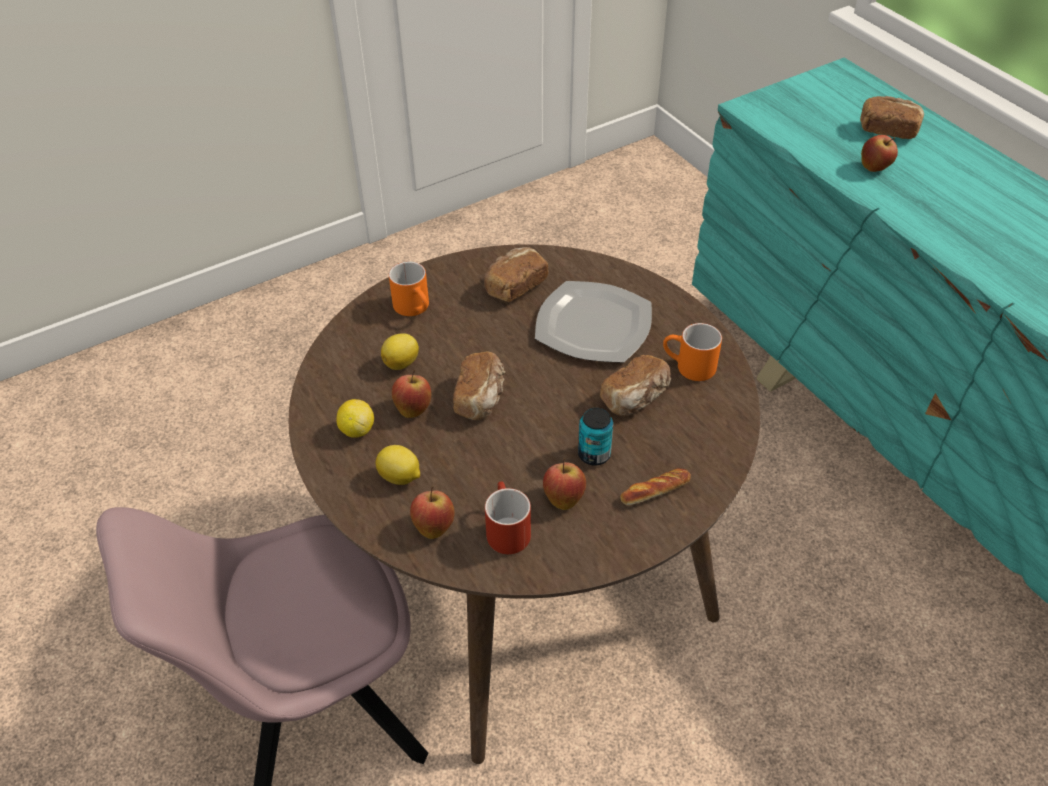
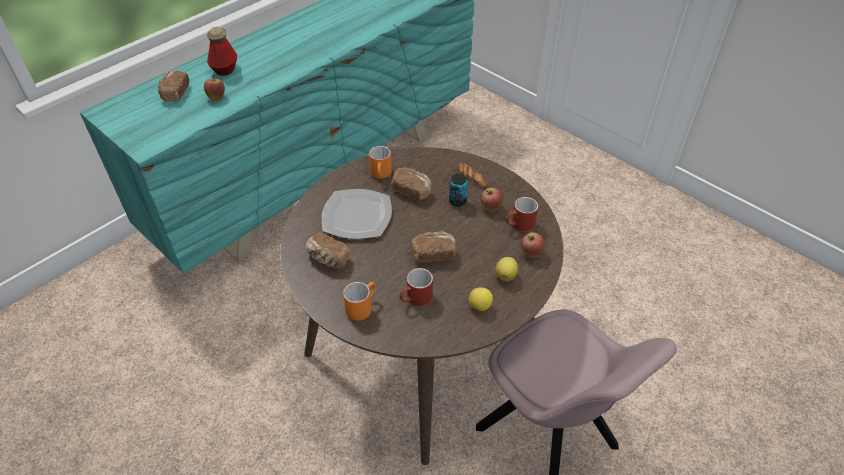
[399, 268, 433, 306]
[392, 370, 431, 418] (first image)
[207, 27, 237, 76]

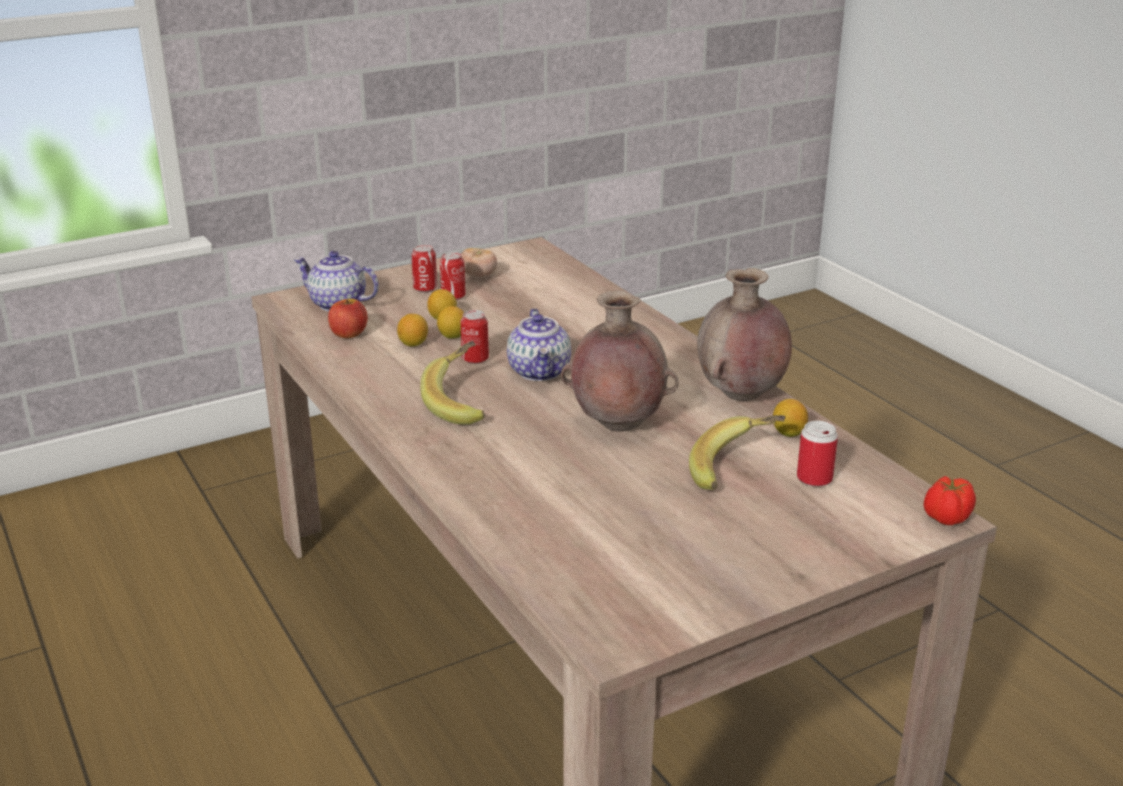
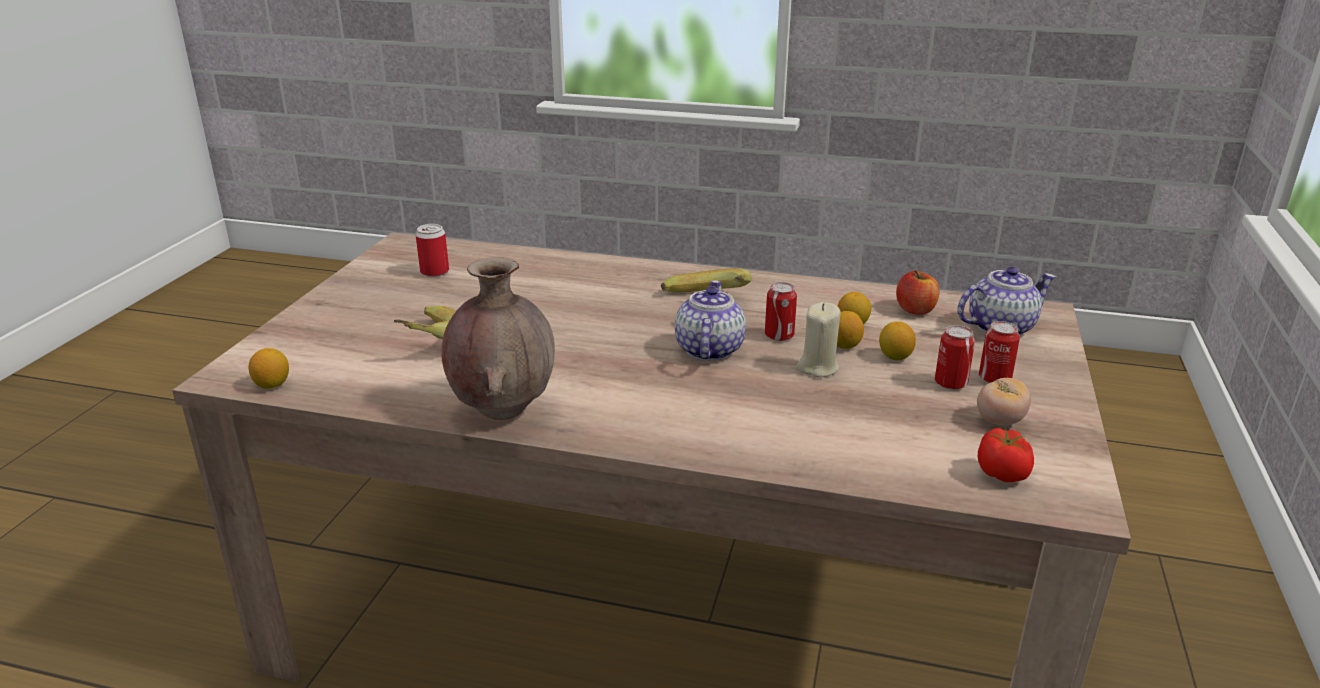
[561, 290, 678, 431] (first image)
[675, 280, 746, 361]
[249, 348, 289, 389]
[415, 224, 449, 277]
[978, 428, 1034, 482]
[797, 302, 841, 377]

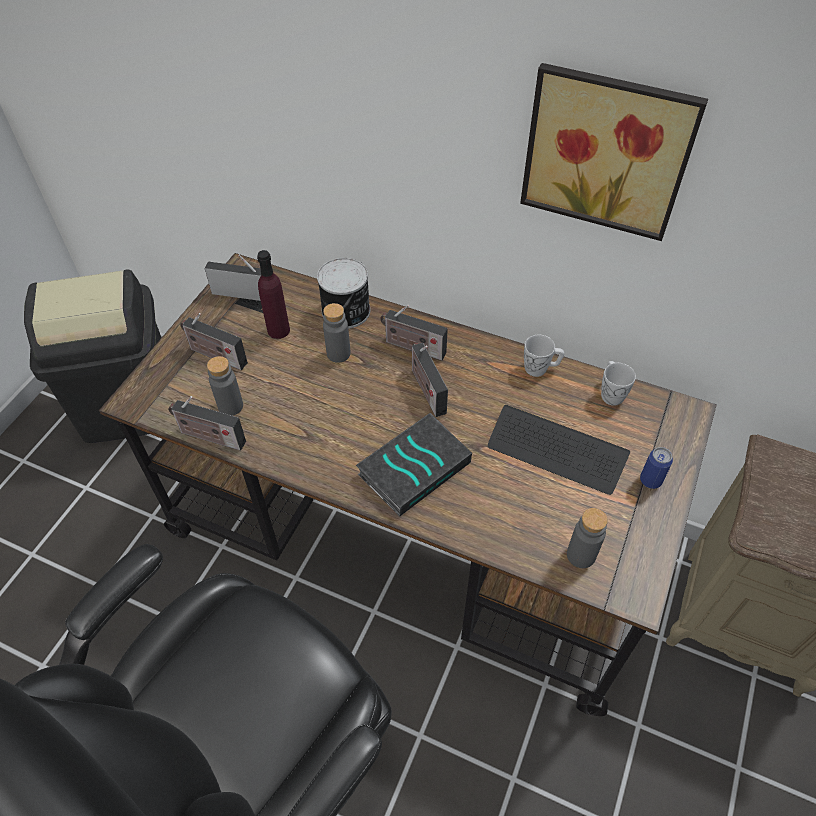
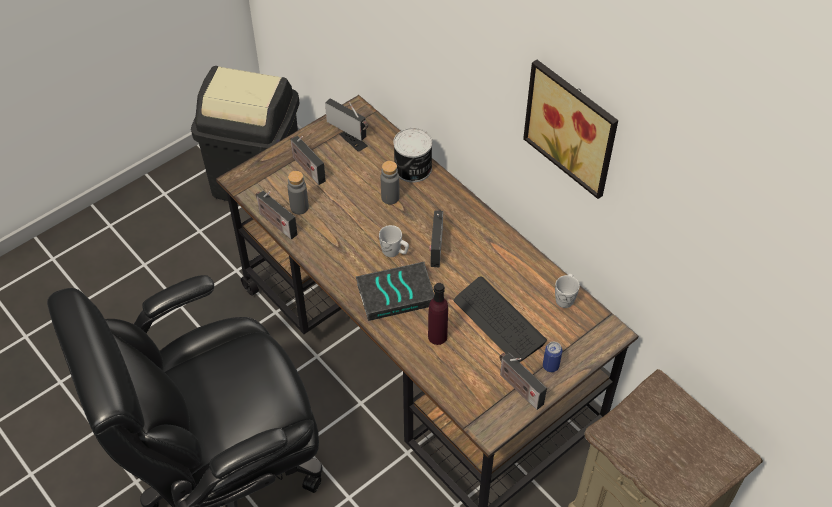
[428, 283, 448, 345]
[499, 353, 547, 410]
[379, 225, 409, 257]
[567, 508, 608, 568] (first image)

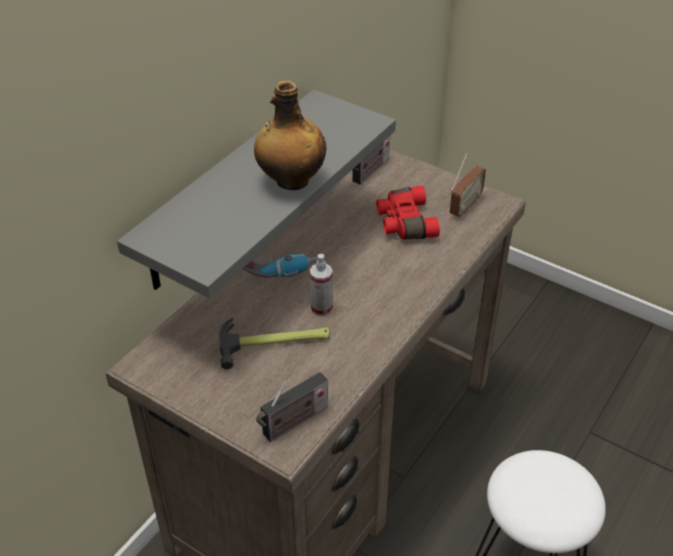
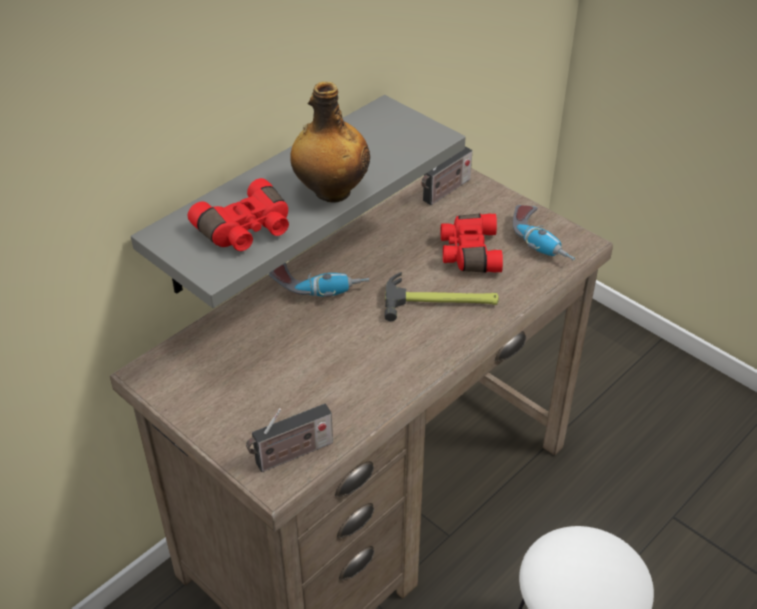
[513, 205, 575, 261]
[310, 254, 333, 316] (first image)
[384, 272, 499, 321]
[188, 178, 289, 251]

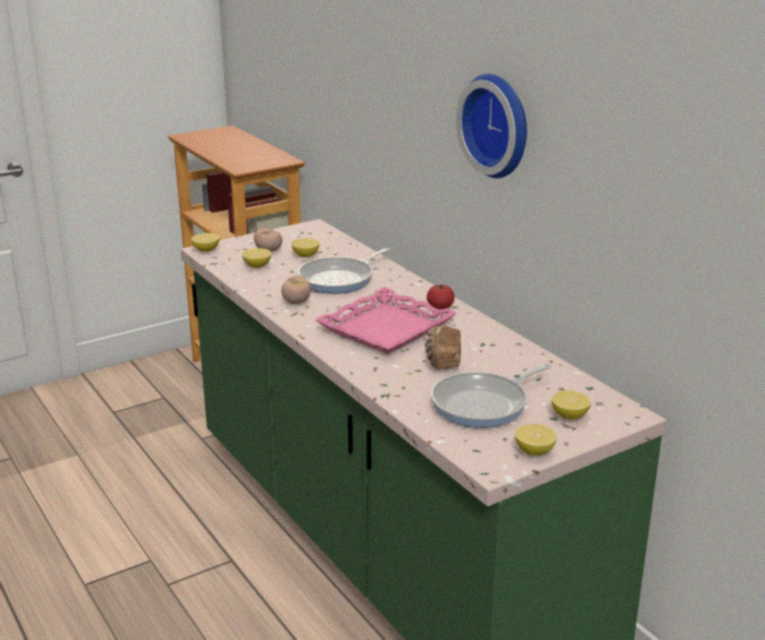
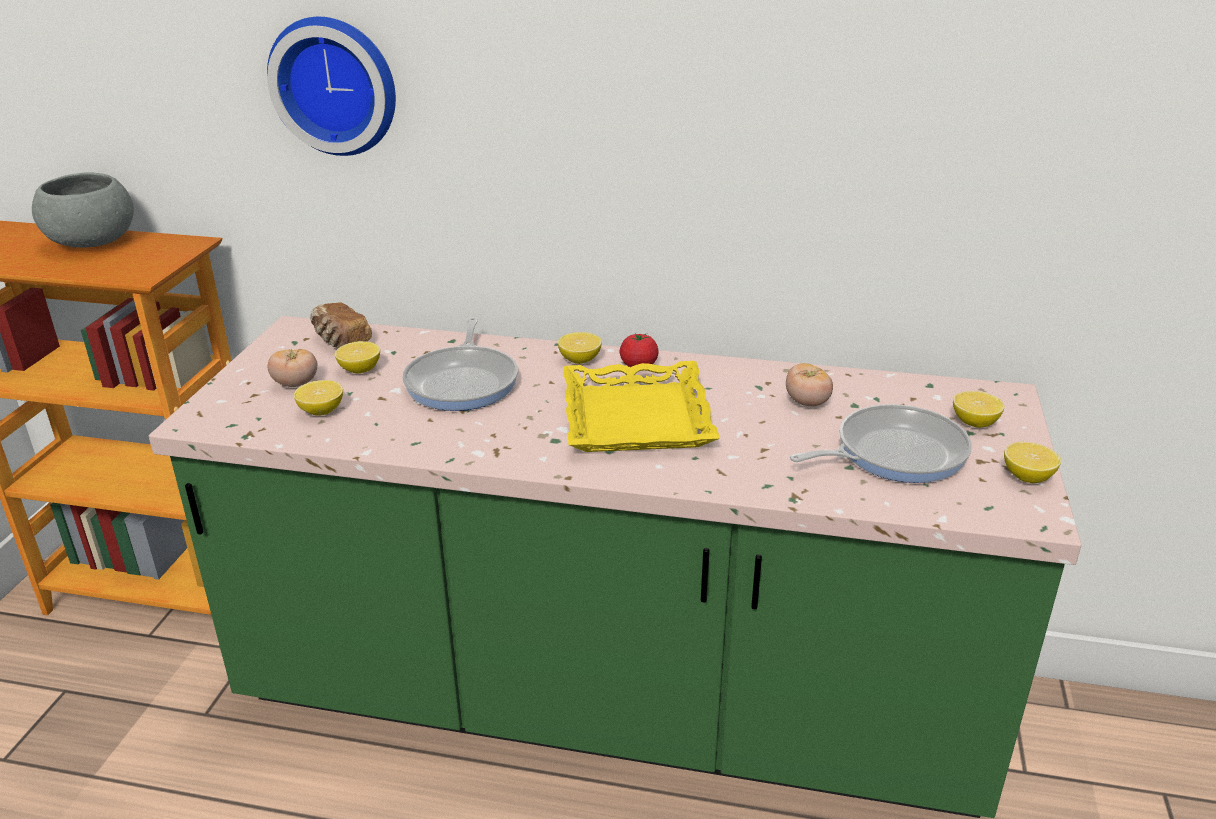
[267, 17, 396, 156]
[558, 332, 602, 364]
[786, 363, 833, 406]
[563, 361, 720, 452]
[310, 303, 372, 348]
[790, 404, 972, 483]
[32, 173, 134, 248]

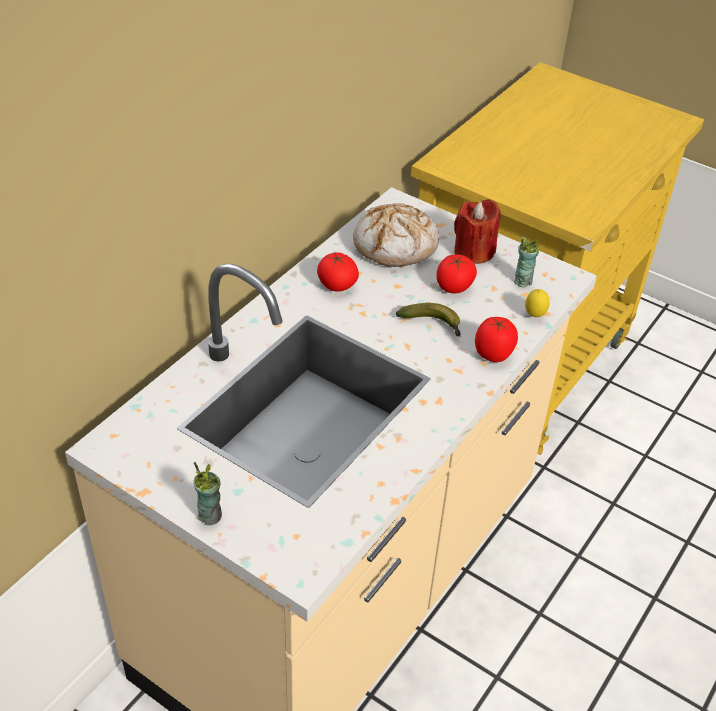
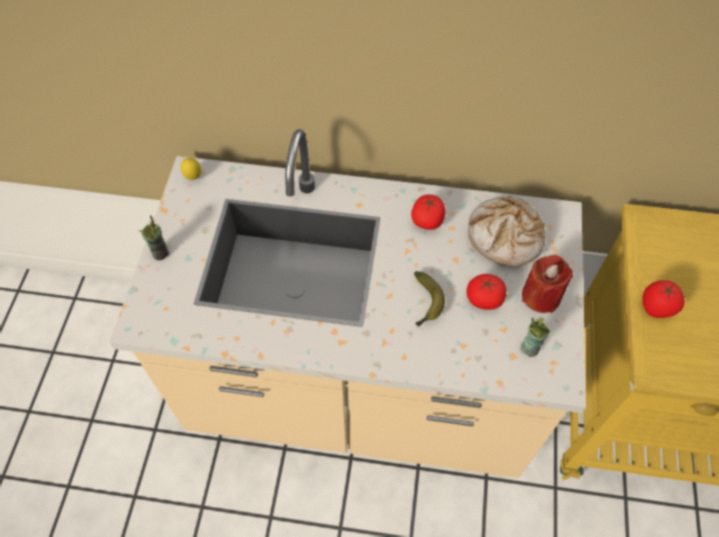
[181, 157, 201, 180]
[643, 280, 685, 318]

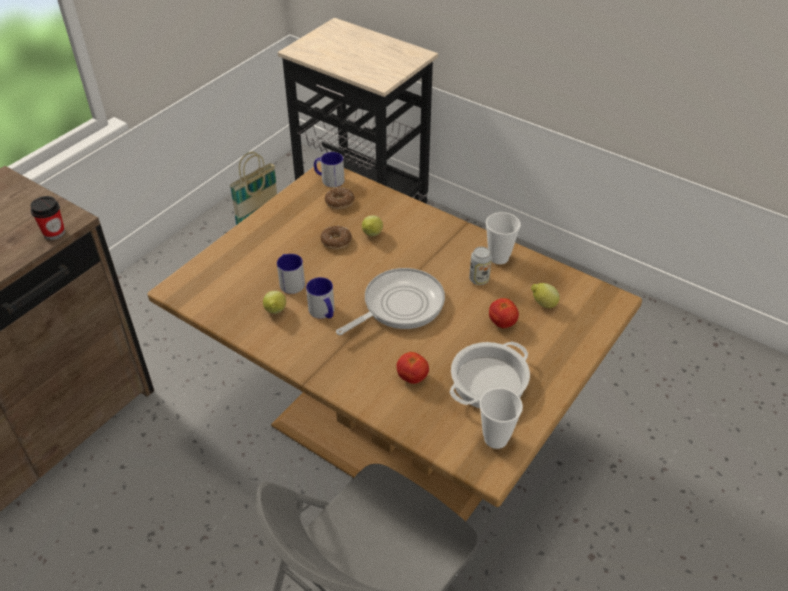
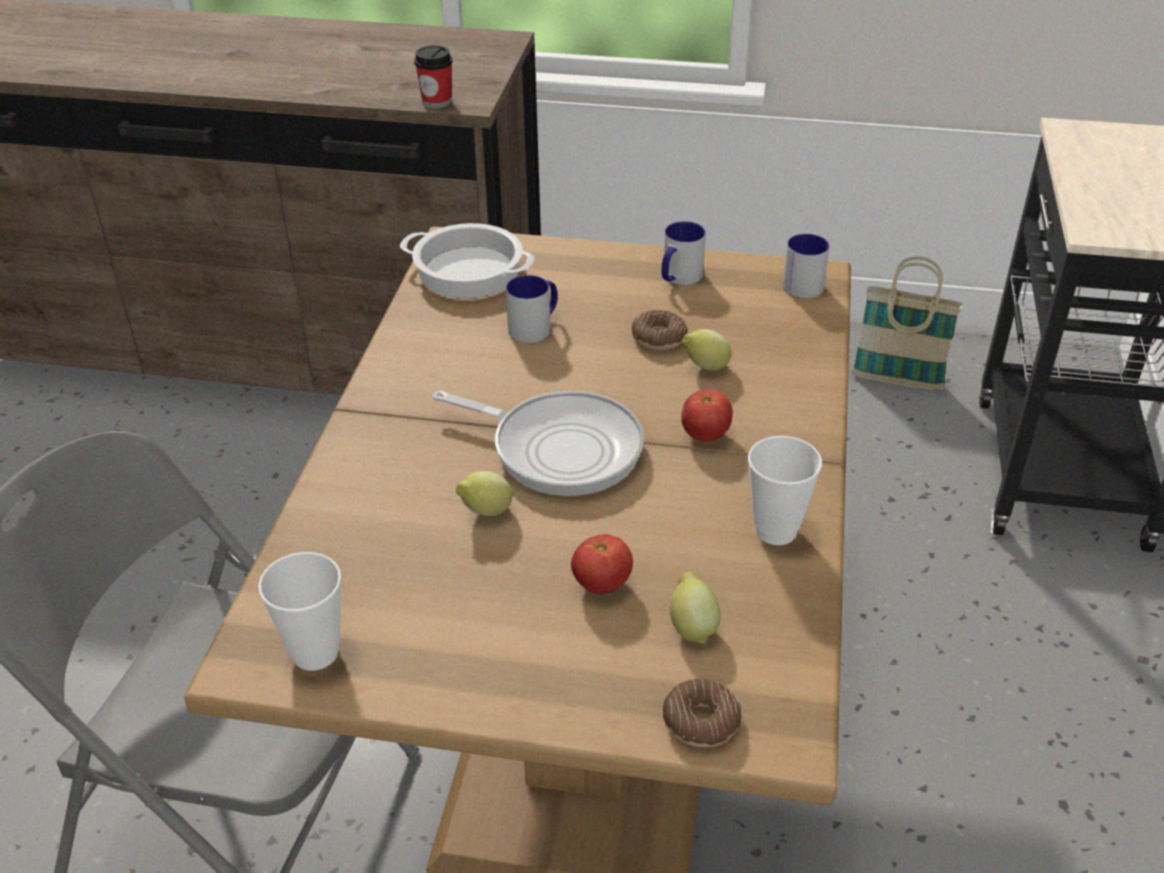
[663, 679, 741, 748]
[469, 247, 492, 285] (first image)
[662, 221, 706, 285]
[456, 471, 512, 516]
[400, 223, 535, 298]
[681, 389, 733, 442]

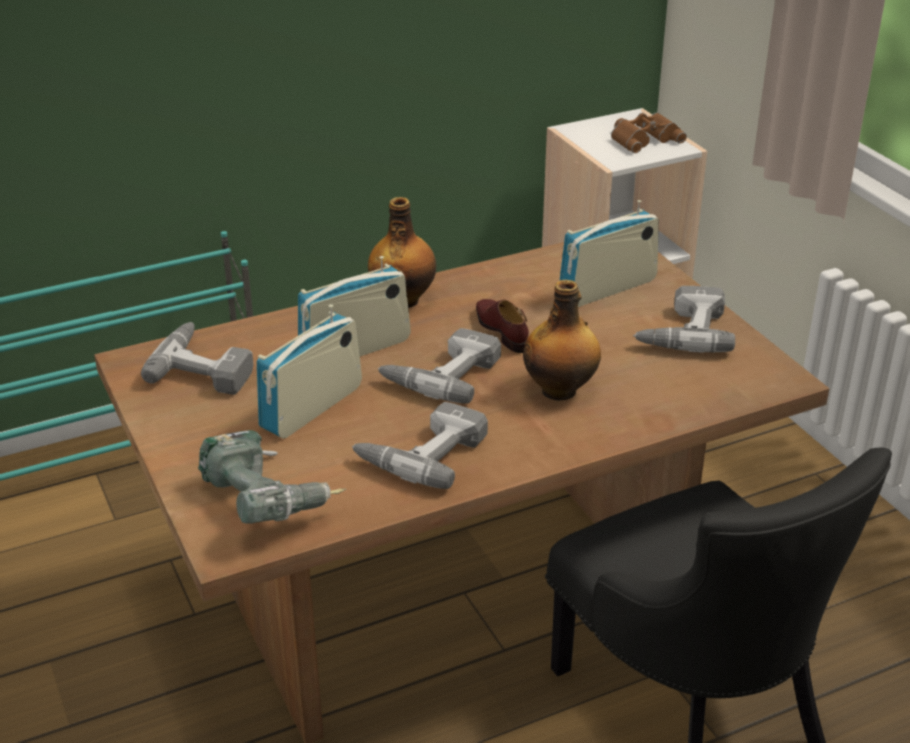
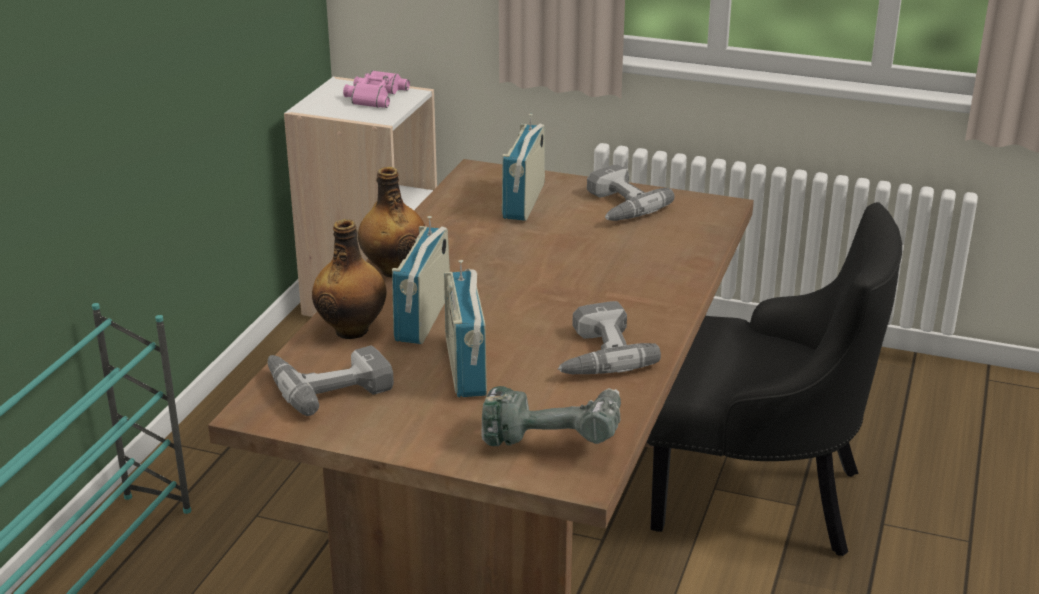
[343, 71, 410, 108]
[312, 219, 387, 339]
[476, 299, 529, 353] (first image)
[378, 328, 501, 404] (first image)

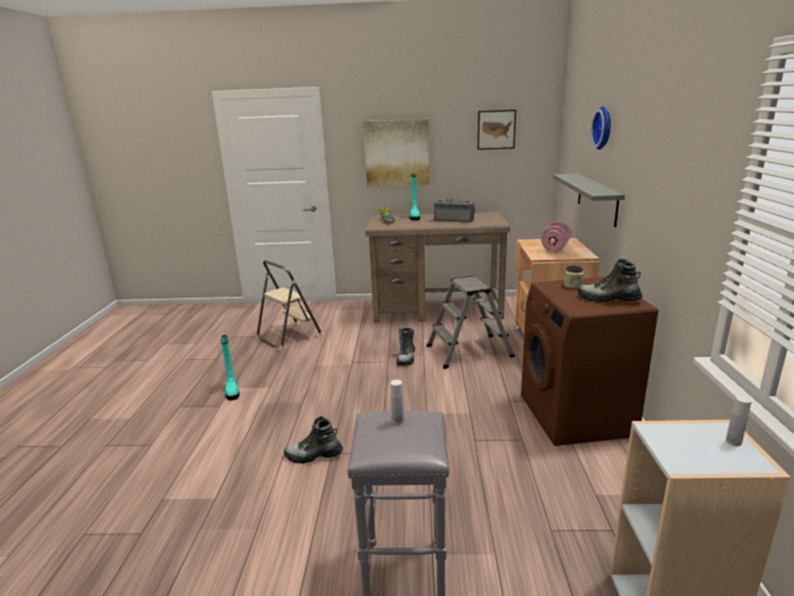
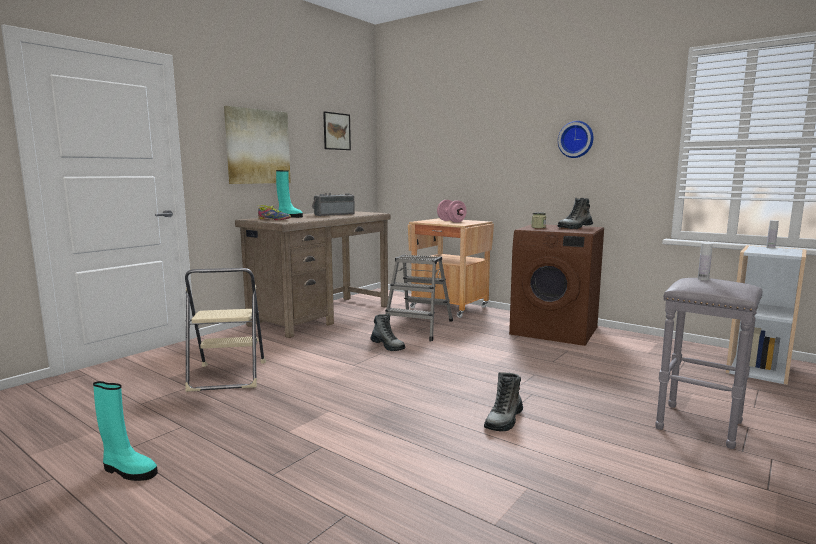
[558, 121, 594, 158]
[553, 173, 625, 227] (first image)
[93, 381, 158, 481]

